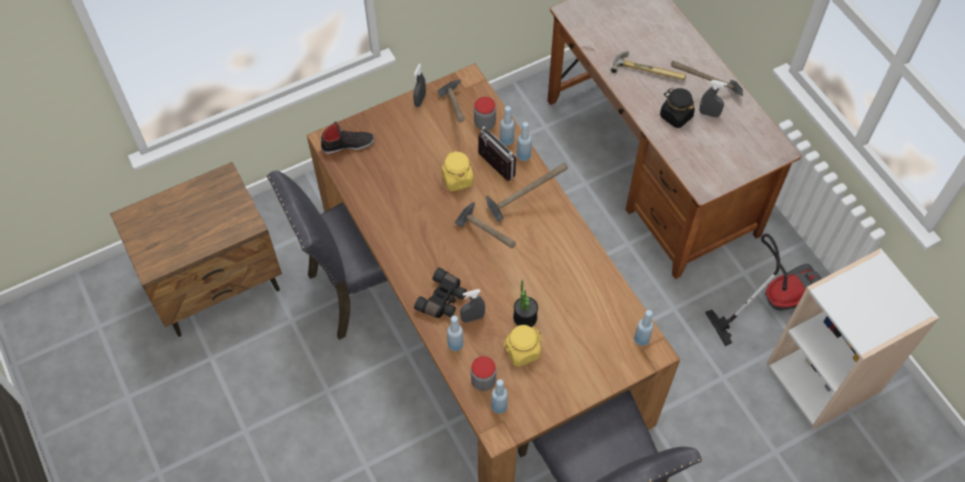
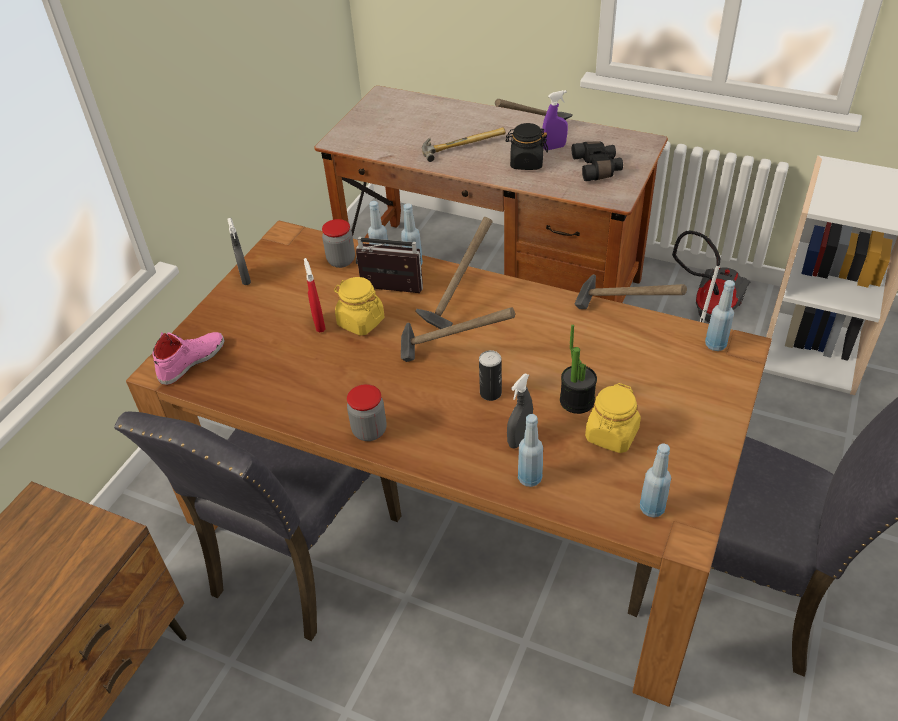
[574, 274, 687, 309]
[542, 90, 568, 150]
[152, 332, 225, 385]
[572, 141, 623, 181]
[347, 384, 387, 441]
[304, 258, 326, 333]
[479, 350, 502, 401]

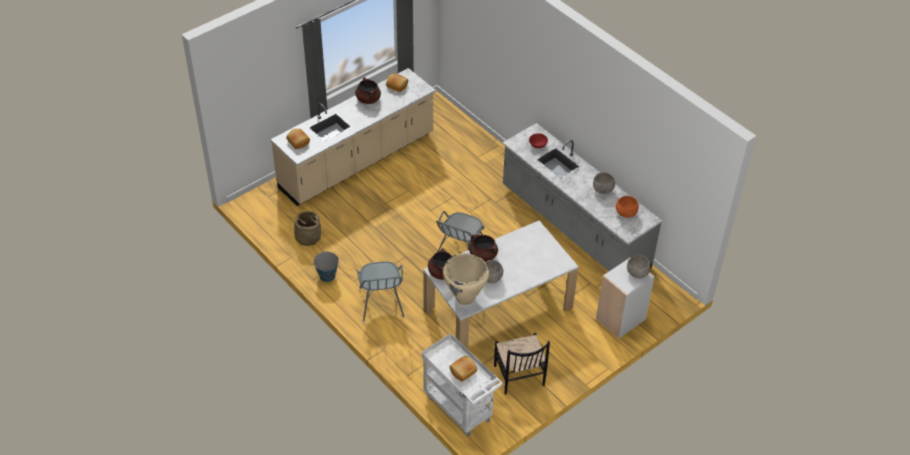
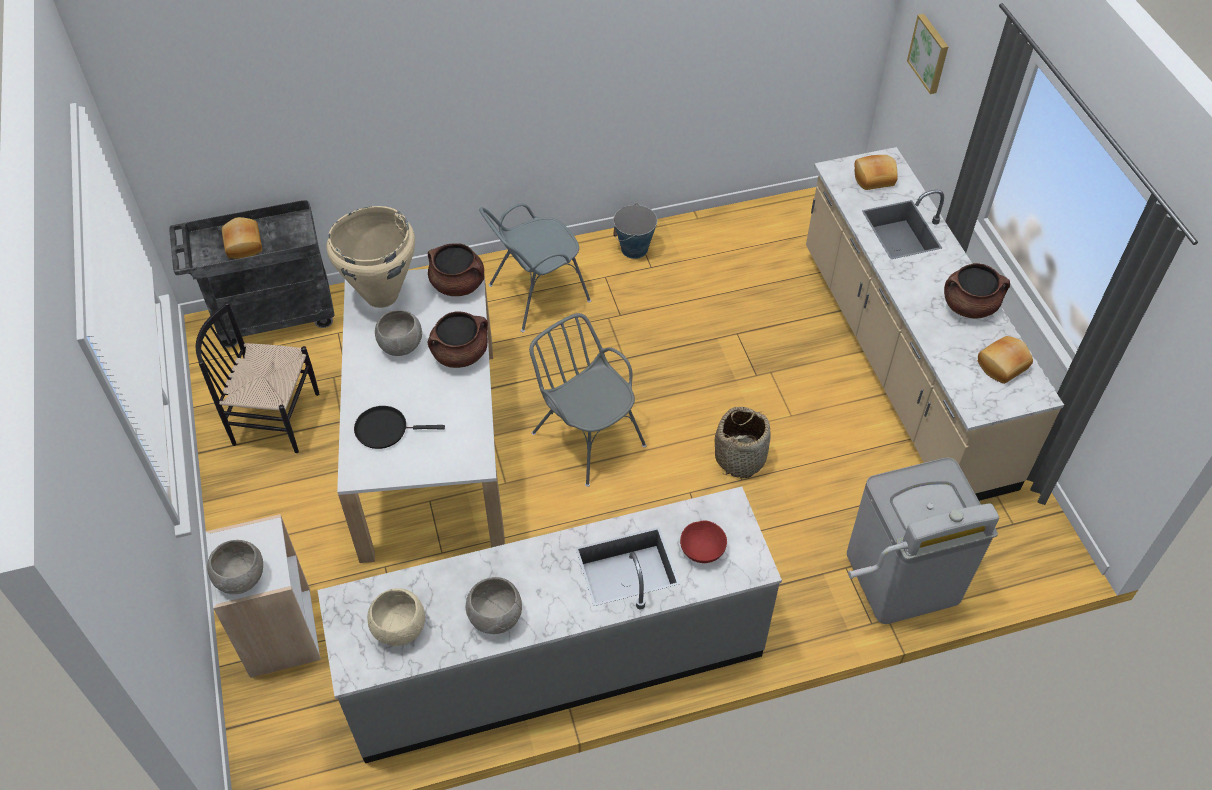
[367, 588, 425, 646]
[715, 407, 771, 478]
[479, 203, 591, 332]
[169, 200, 334, 348]
[907, 14, 948, 94]
[354, 406, 445, 449]
[847, 458, 999, 624]

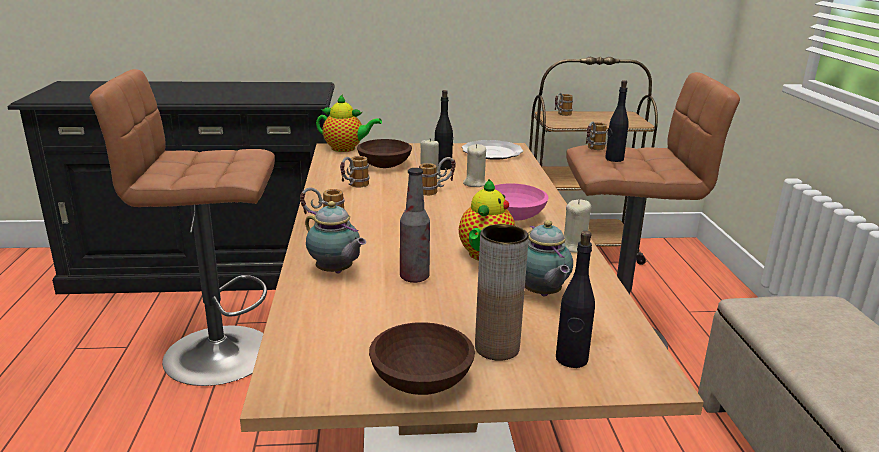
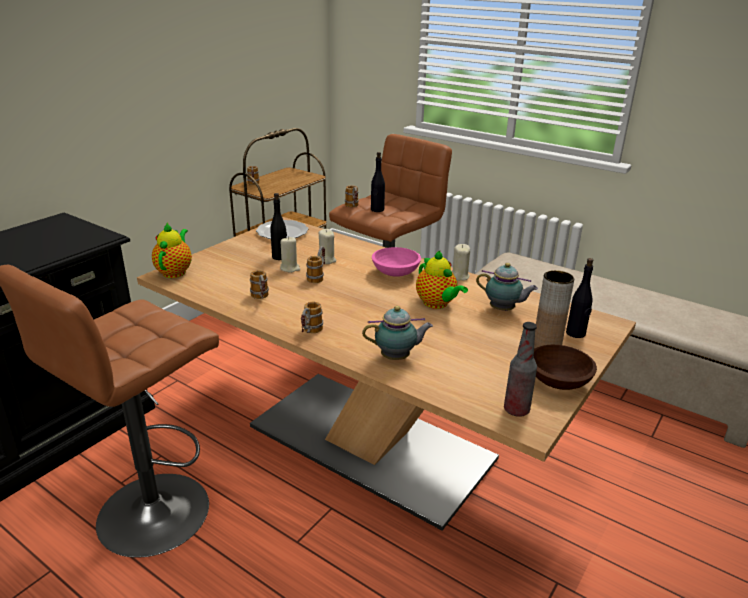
[152, 222, 192, 278]
[357, 139, 412, 168] (first image)
[504, 322, 537, 417]

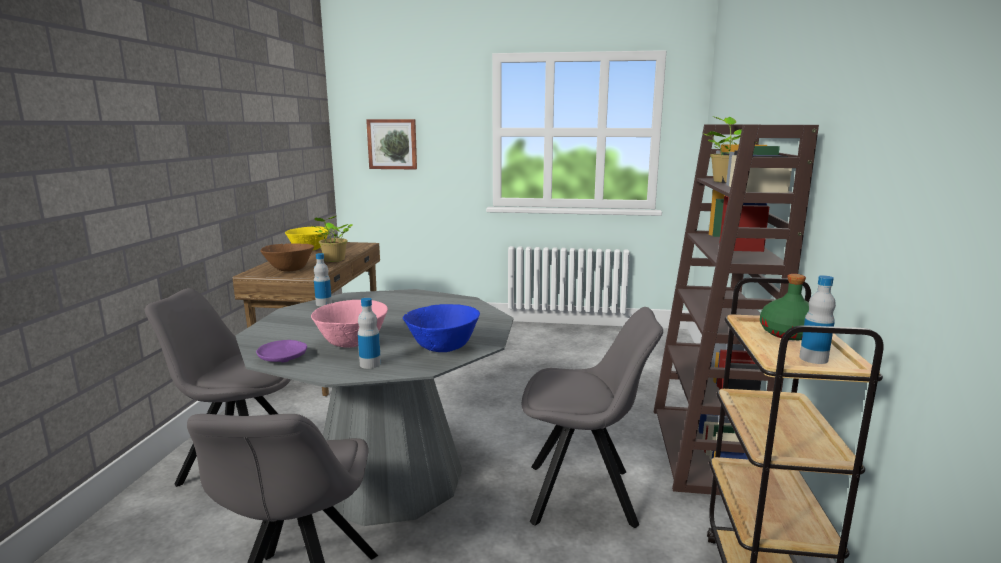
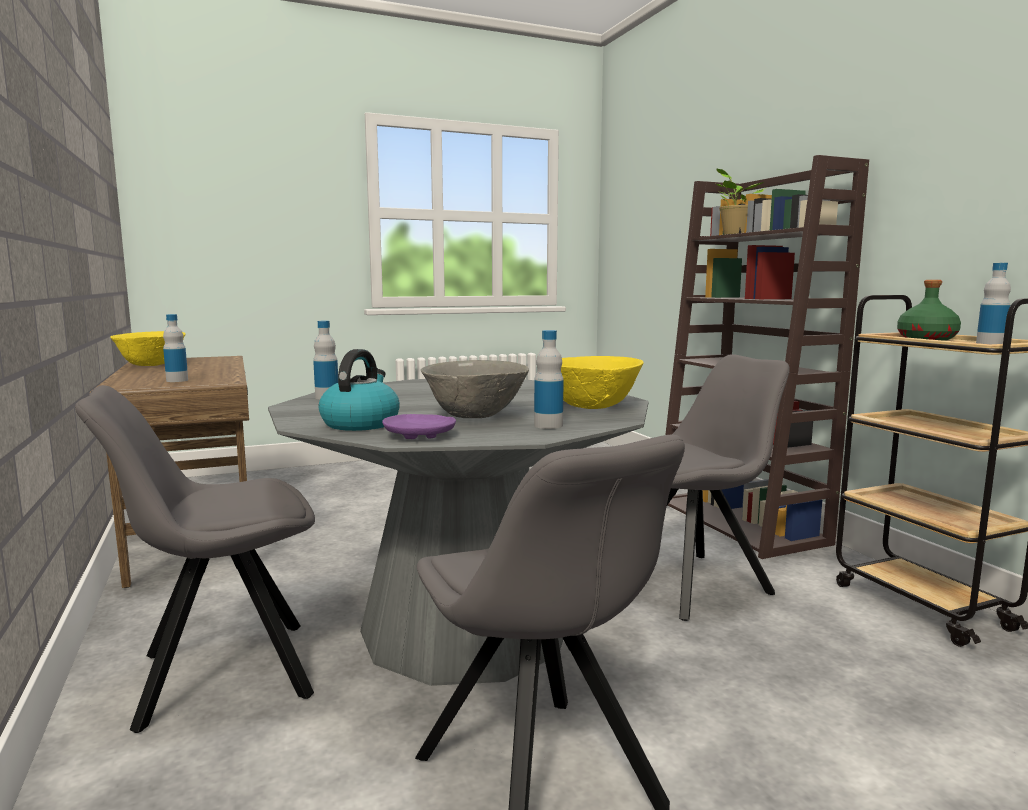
[366, 119, 417, 169] (first image)
[313, 216, 353, 262] (first image)
[163, 314, 188, 382]
[421, 360, 529, 418]
[561, 356, 643, 409]
[319, 349, 400, 431]

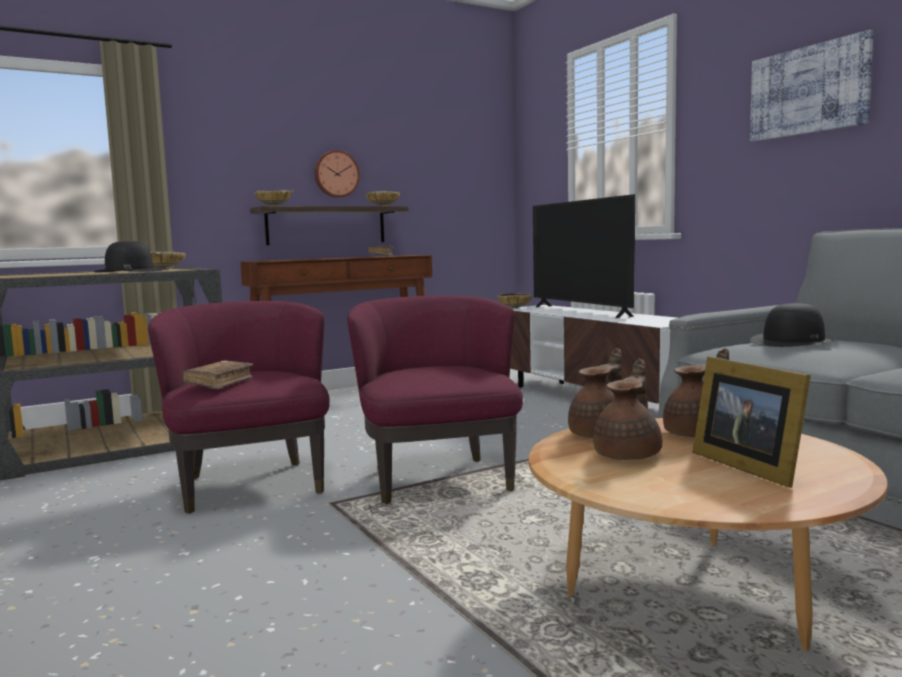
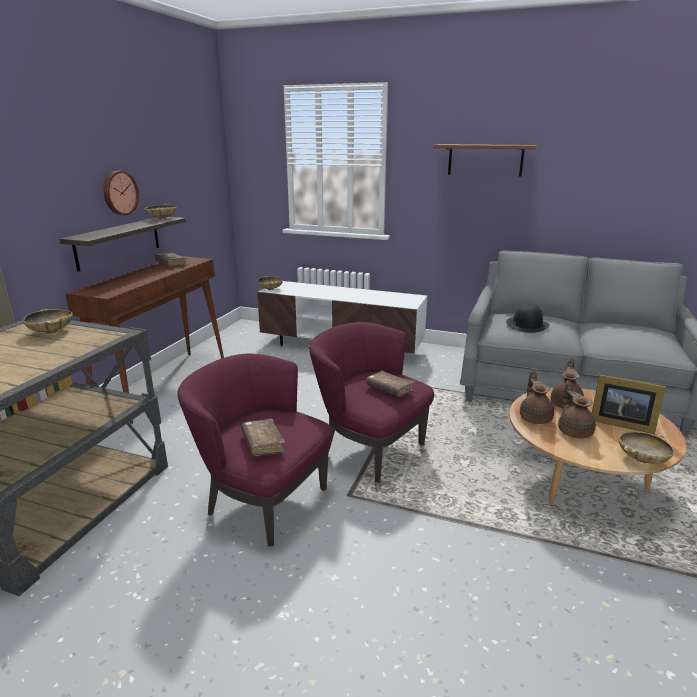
[434, 144, 537, 177]
[619, 432, 674, 464]
[533, 194, 635, 318] (first image)
[94, 241, 164, 273] (first image)
[366, 371, 415, 397]

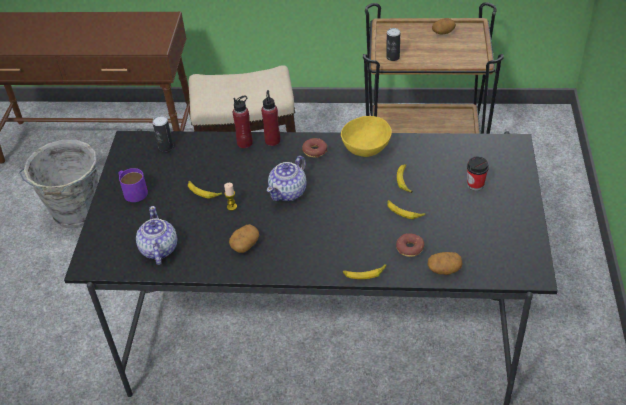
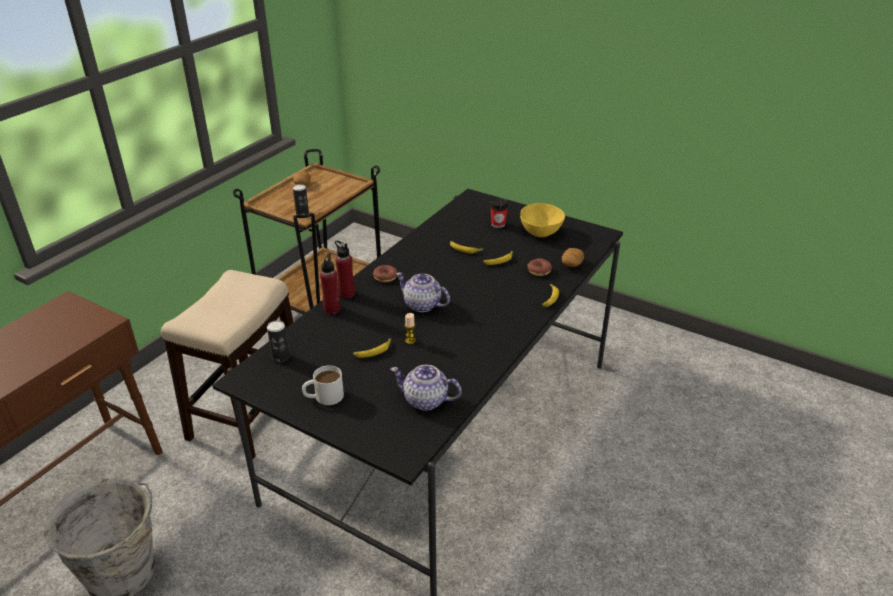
[520, 203, 565, 237]
[396, 272, 450, 312]
[302, 365, 344, 405]
[229, 224, 259, 253] (first image)

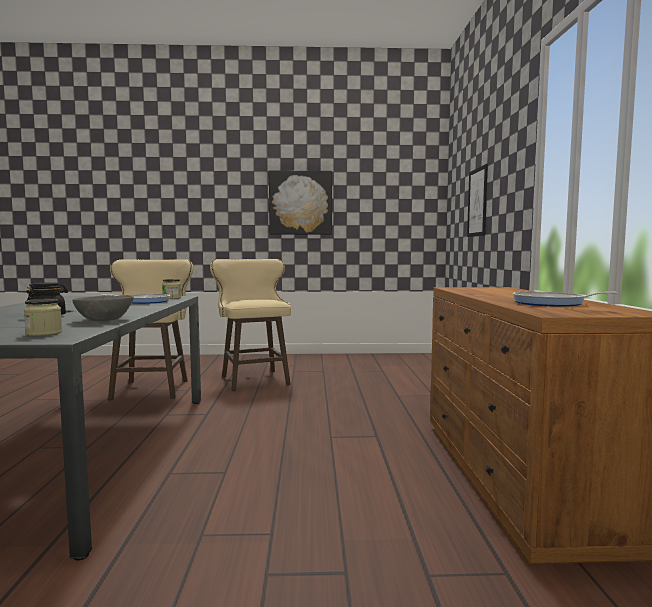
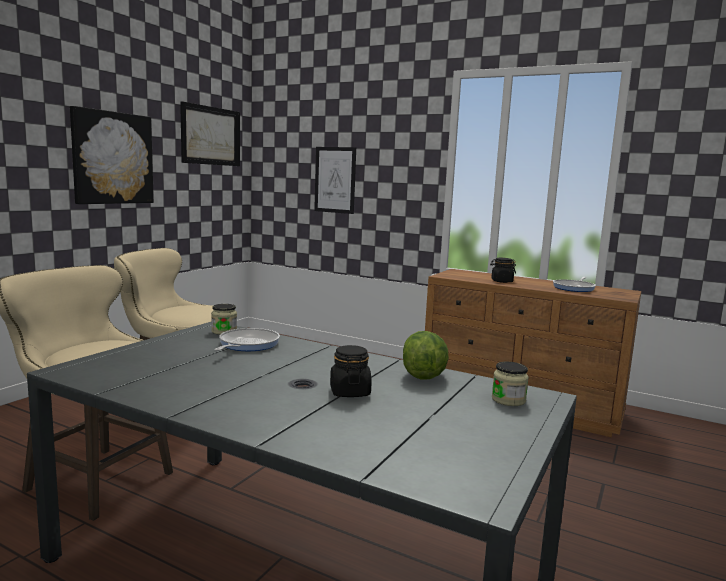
[403, 331, 449, 380]
[180, 101, 240, 166]
[490, 258, 516, 283]

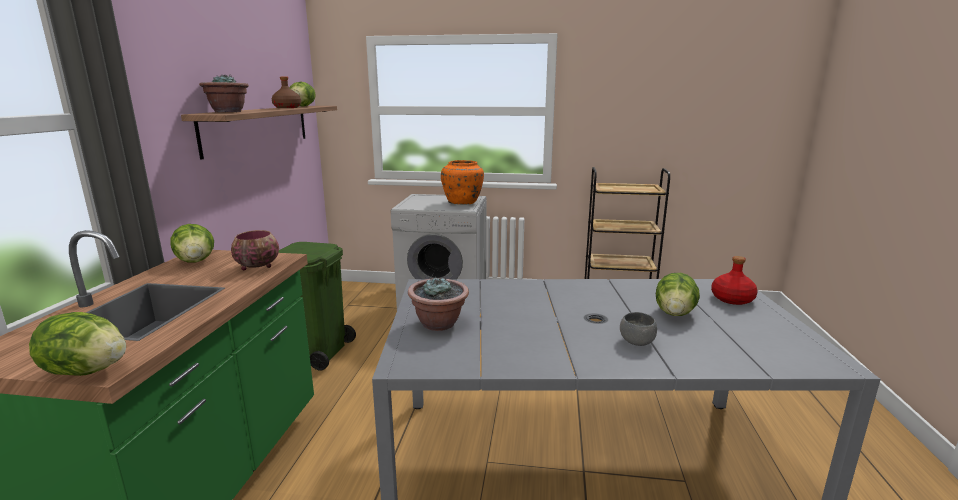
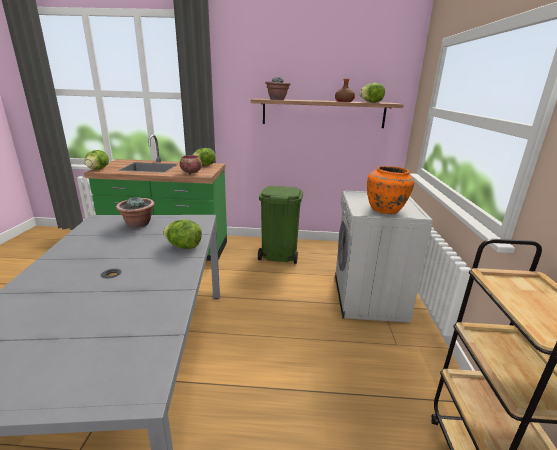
[711, 256, 758, 305] (first image)
[163, 220, 202, 249]
[620, 312, 657, 346] (first image)

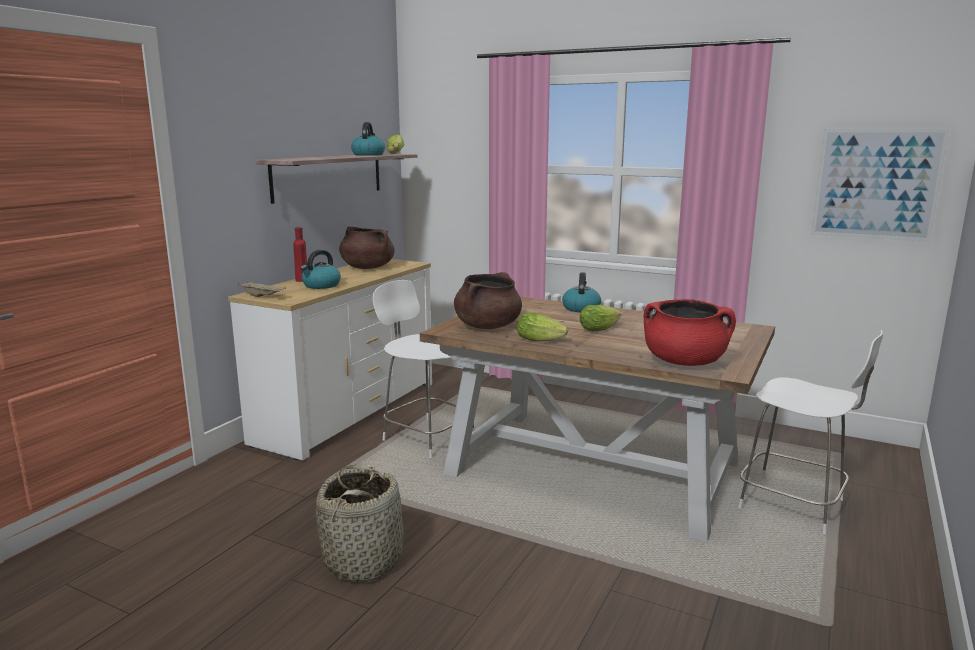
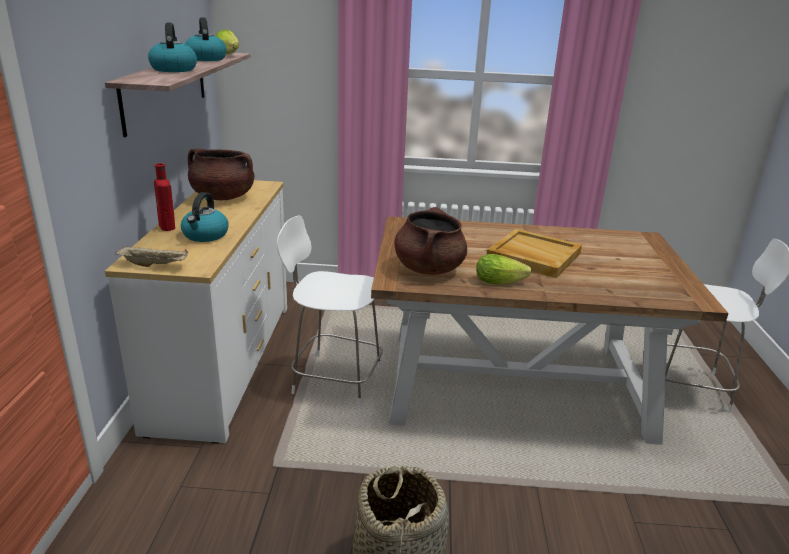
[811, 129, 950, 242] (first image)
[148, 23, 197, 72]
[643, 299, 736, 366] (first image)
[487, 229, 582, 278]

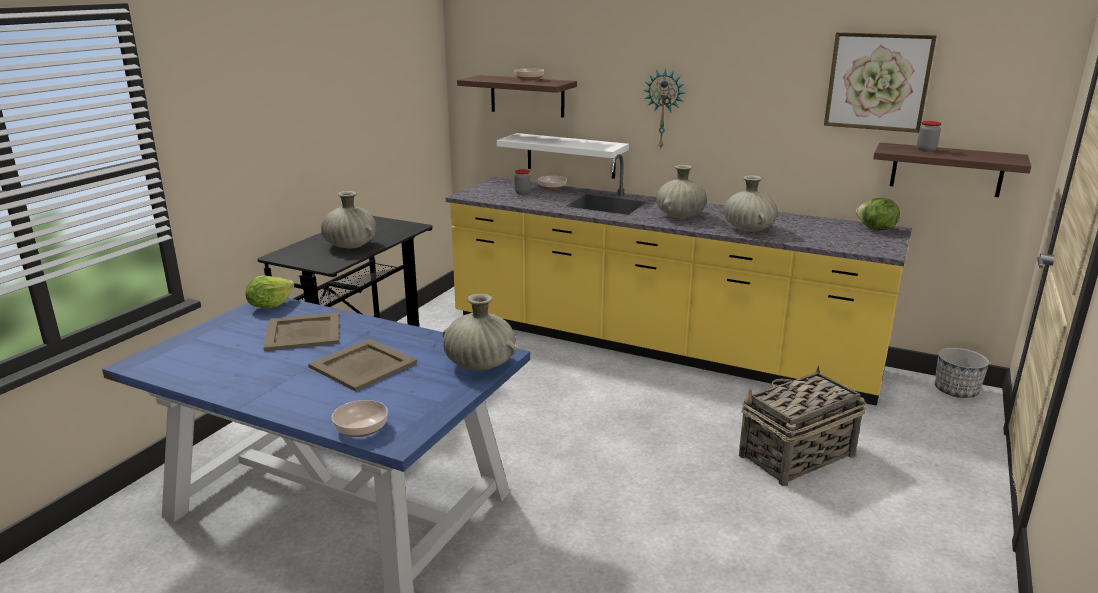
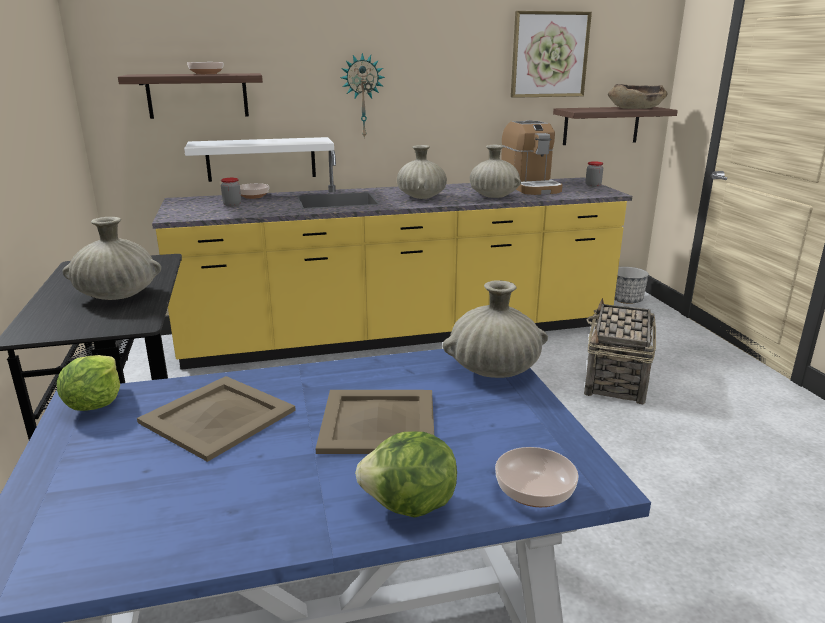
[585, 161, 603, 187]
[355, 431, 457, 518]
[608, 84, 667, 109]
[501, 120, 563, 195]

